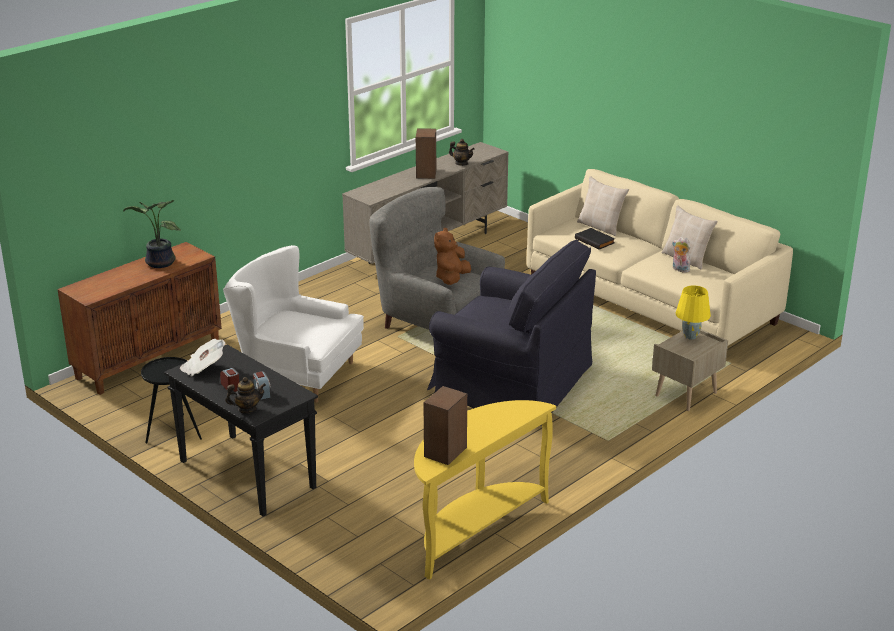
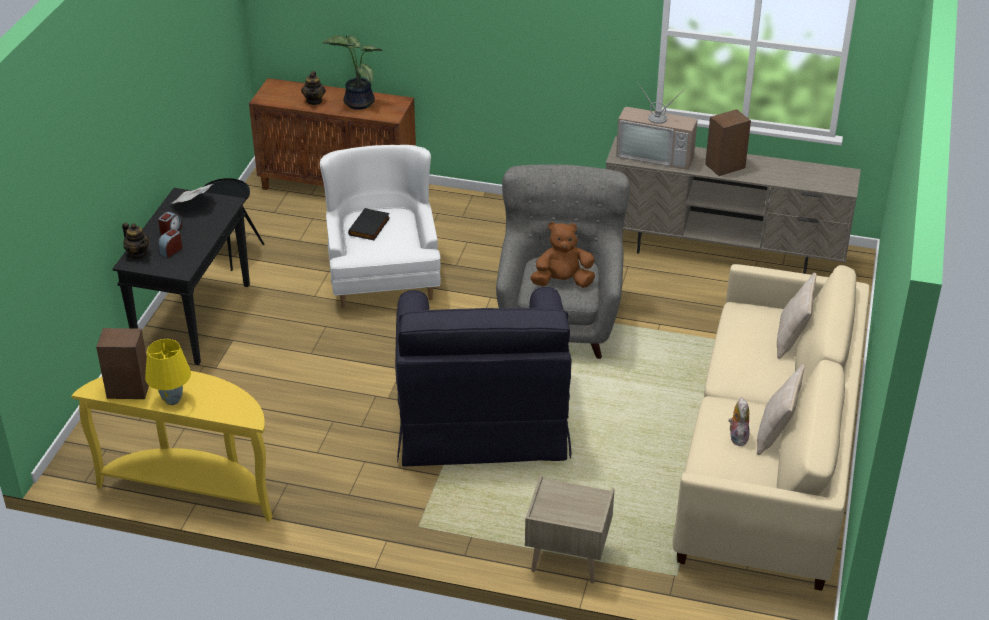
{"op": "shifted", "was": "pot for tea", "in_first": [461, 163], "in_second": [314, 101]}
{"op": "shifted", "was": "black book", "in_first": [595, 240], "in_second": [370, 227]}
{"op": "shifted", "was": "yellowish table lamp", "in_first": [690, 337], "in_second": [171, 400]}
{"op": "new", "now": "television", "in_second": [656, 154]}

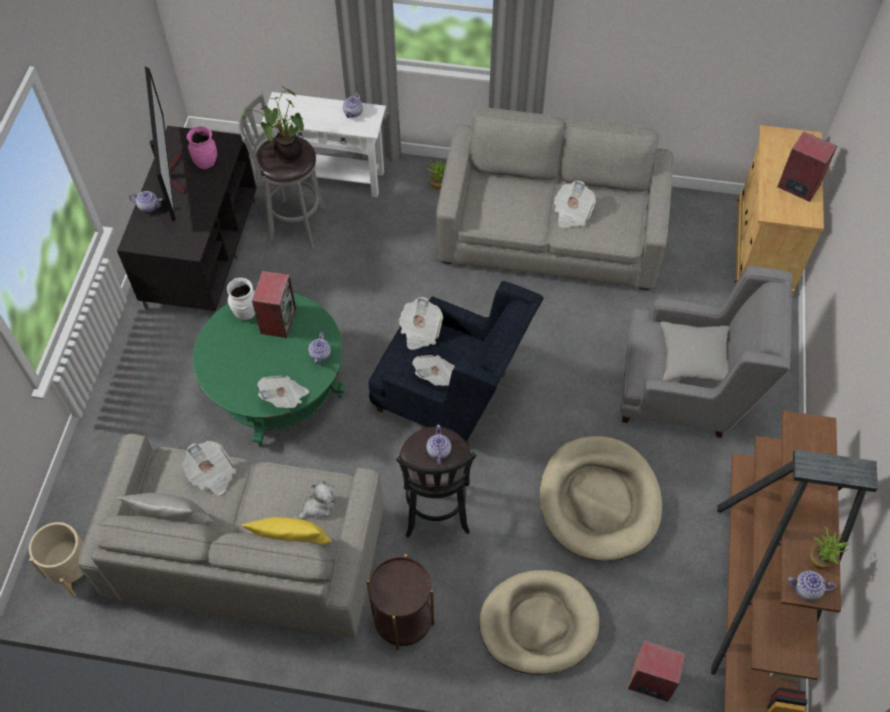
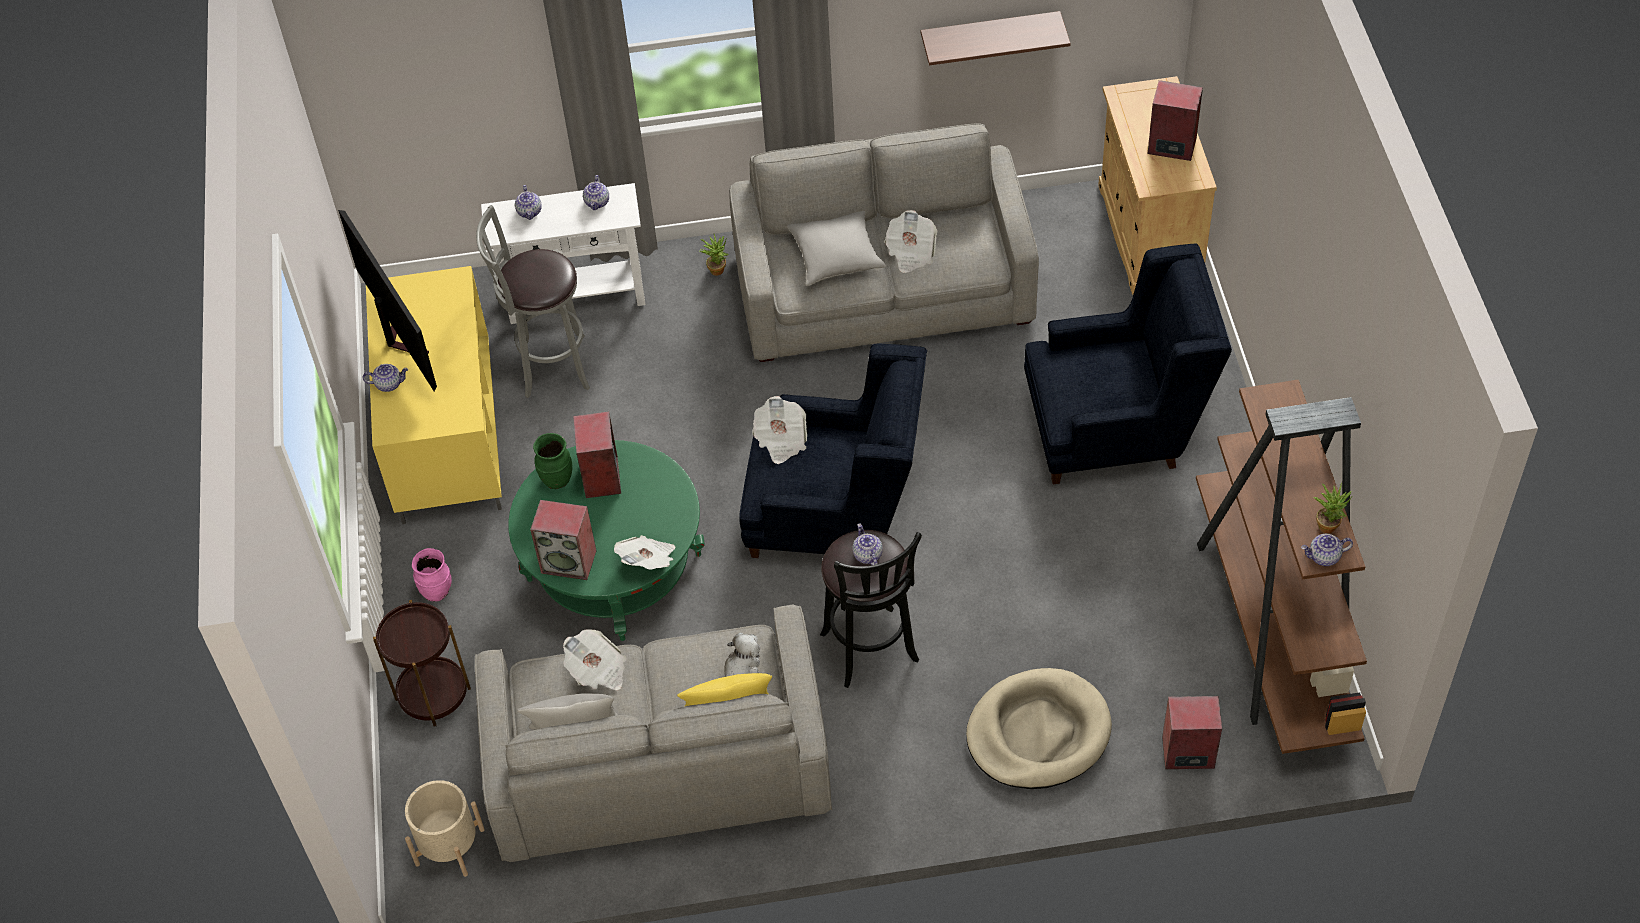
{"op": "repainted", "was": "black tv stand", "now": "yellowish tv stand", "in_first": [201, 252], "in_second": [445, 435]}
{"op": "shifted", "was": "pinkish flower vase", "in_first": [206, 162], "in_second": [437, 591]}
{"op": "repainted", "was": "whitish flower vase", "now": "green flower vase", "in_first": [246, 312], "in_second": [556, 479]}
{"op": "gone", "was": "houseplant", "in_first": [286, 154]}
{"op": "shifted", "was": "pot for tea", "in_first": [320, 354], "in_second": [530, 212]}
{"op": "shifted", "was": "brown-coloured accent table", "in_first": [403, 619], "in_second": [433, 694]}
{"op": "gone", "was": "daily paper", "in_first": [437, 376]}
{"op": "gone", "was": "beige dog cushion", "in_first": [599, 500]}
{"op": "repainted", "was": "gray armchair", "now": "blue armchair", "in_first": [687, 391], "in_second": [1117, 427]}
{"op": "shifted", "was": "gray throw pillow", "in_first": [694, 359], "in_second": [836, 256]}
{"op": "new", "now": "speaker", "in_second": [569, 561]}
{"op": "new", "now": "shelf", "in_second": [990, 36]}

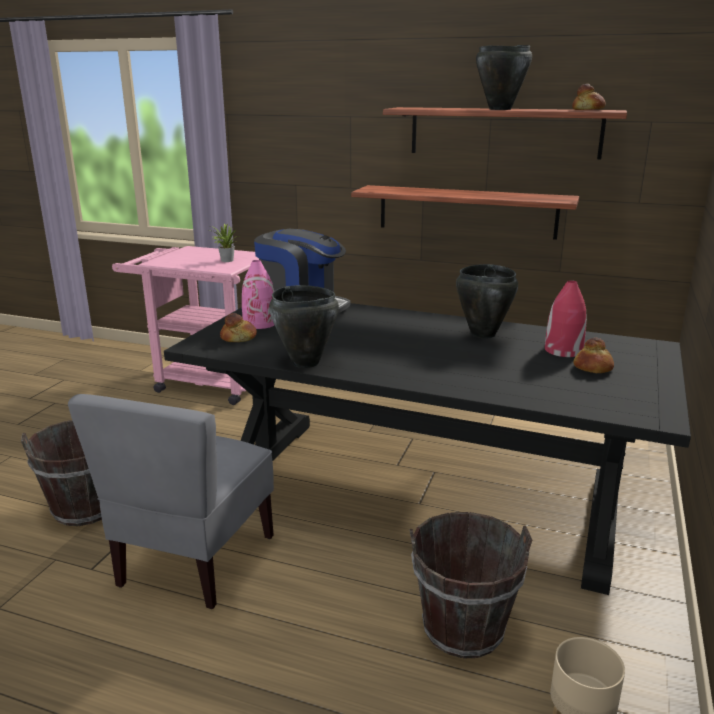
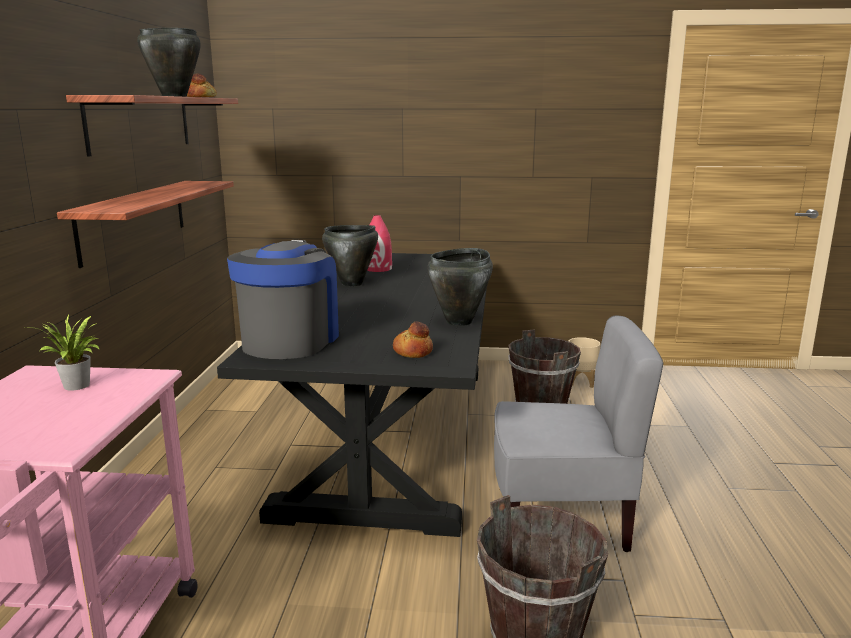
{"op": "gone", "was": "pinkish flower vase", "in_first": [260, 323]}
{"op": "gone", "was": "baked bread", "in_first": [592, 368]}

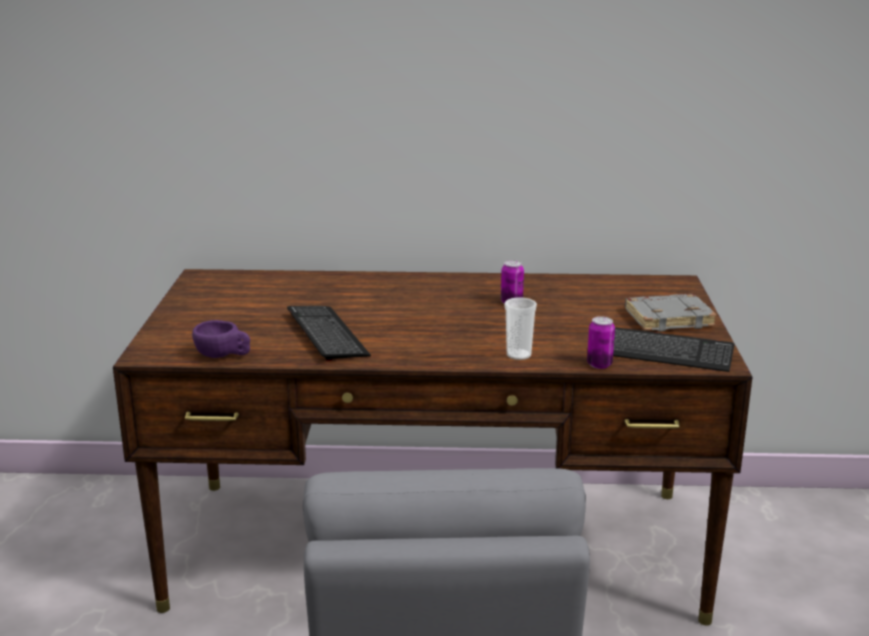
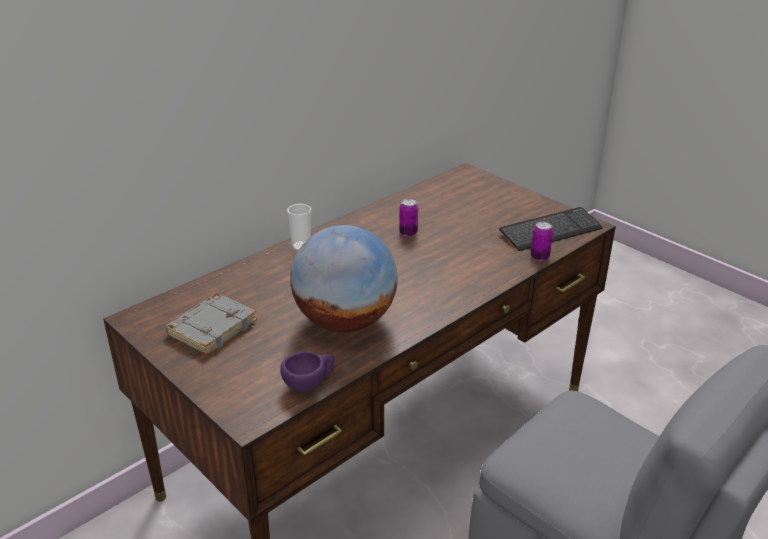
{"op": "swapped", "was": "computer keyboard", "now": "world globe", "in_first": [327, 334], "in_second": [345, 321]}
{"op": "shifted", "was": "small cup", "in_first": [518, 355], "in_second": [301, 246]}
{"op": "shifted", "was": "gray book", "in_first": [669, 318], "in_second": [212, 327]}

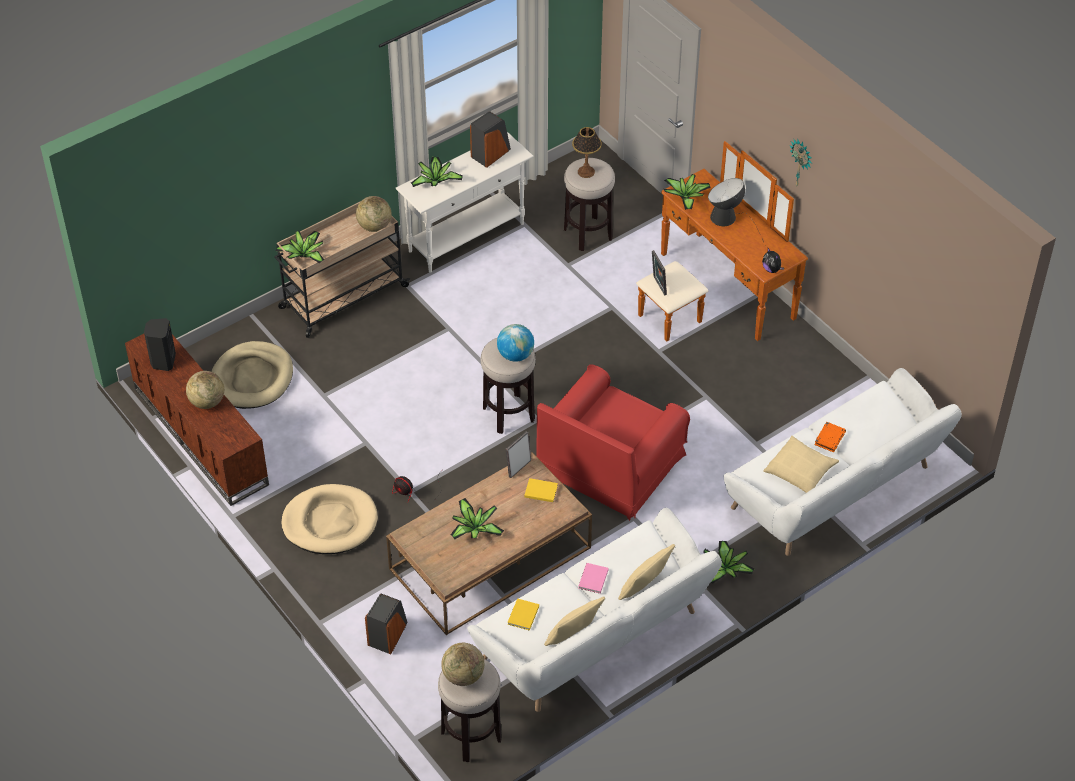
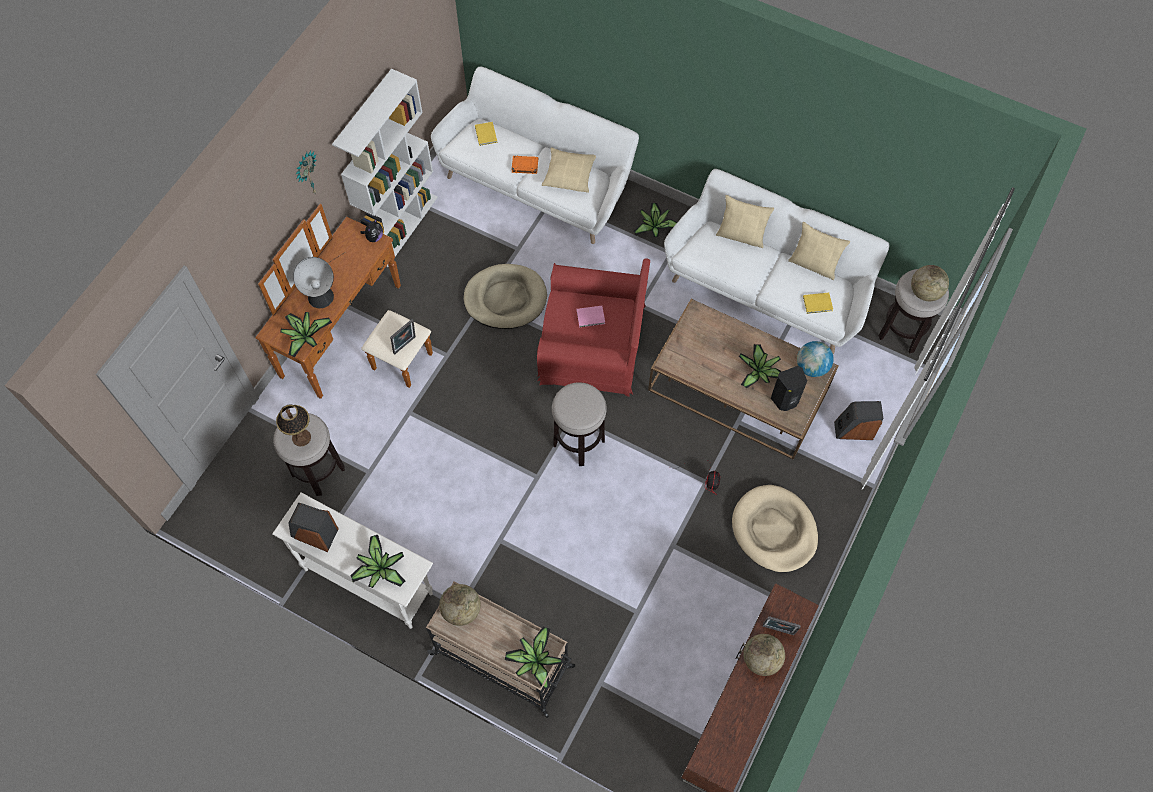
{"op": "shifted", "was": "black speaker", "in_first": [163, 361], "in_second": [785, 400]}
{"op": "shifted", "was": "beige dog cushion", "in_first": [252, 378], "in_second": [505, 298]}
{"op": "shifted", "was": "world globe", "in_first": [515, 355], "in_second": [811, 367]}
{"op": "shifted", "was": "standing frame", "in_first": [518, 467], "in_second": [777, 631]}
{"op": "shifted", "was": "yellowish book", "in_first": [540, 490], "in_second": [485, 135]}
{"op": "shifted", "was": "pinkish book", "in_first": [592, 579], "in_second": [591, 317]}
{"op": "new", "now": "whitish bookshelf", "in_second": [401, 226]}

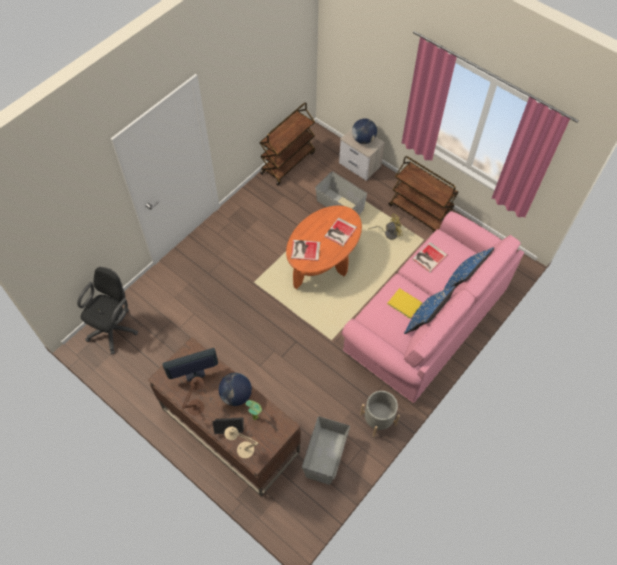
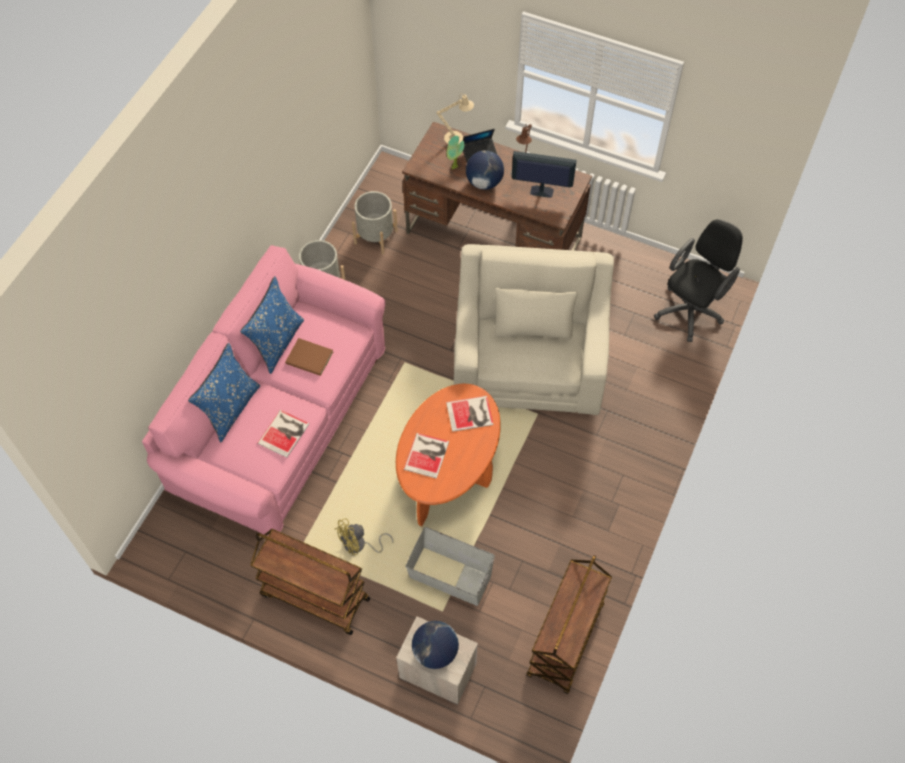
{"op": "rotated", "was": "black computer chair", "in_first": [114, 328], "in_second": [691, 309], "clockwise": -150}
{"op": "rotated", "was": "monitor", "in_first": [194, 374], "in_second": [541, 191], "clockwise": -135}
{"op": "swapped", "was": "gray storage container", "now": "gray planter", "in_first": [325, 455], "in_second": [376, 237]}
{"op": "repainted", "was": "yellowish book", "now": "brown-coloured book", "in_first": [404, 302], "in_second": [310, 359]}
{"op": "new", "now": "beige armchair", "in_second": [528, 359]}

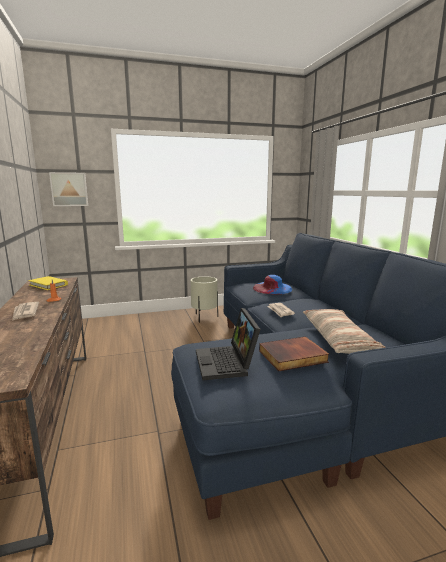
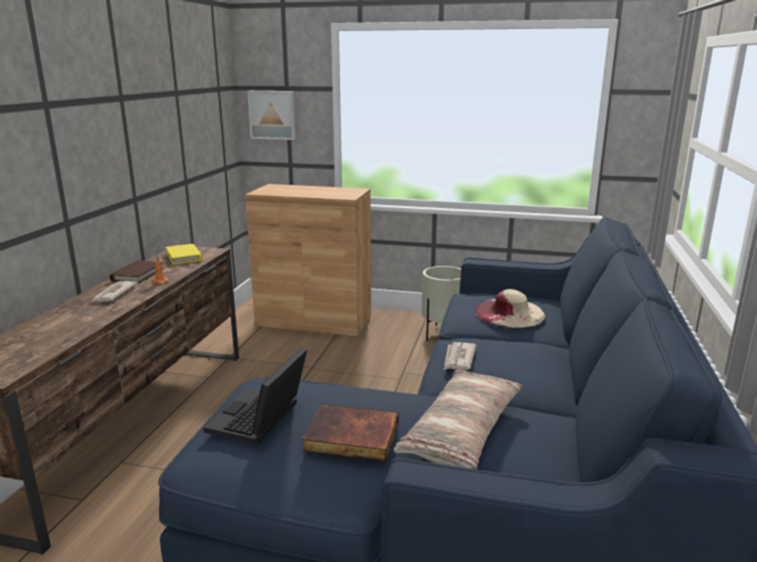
{"op": "repainted", "was": "blue clothing hat", "now": "beige clothing hat", "in_first": [272, 288], "in_second": [509, 313]}
{"op": "new", "now": "brown-coloured book", "in_second": [138, 274]}
{"op": "new", "now": "brown-coloured cabinet", "in_second": [314, 320]}

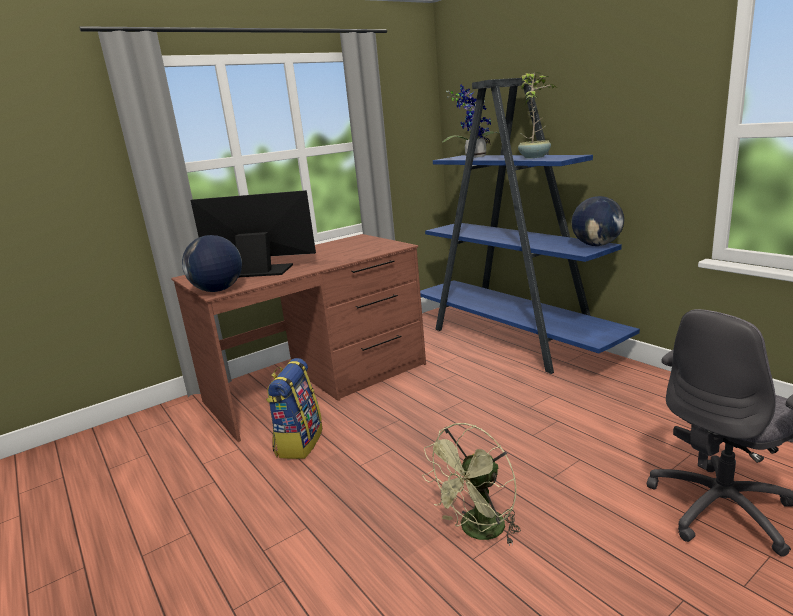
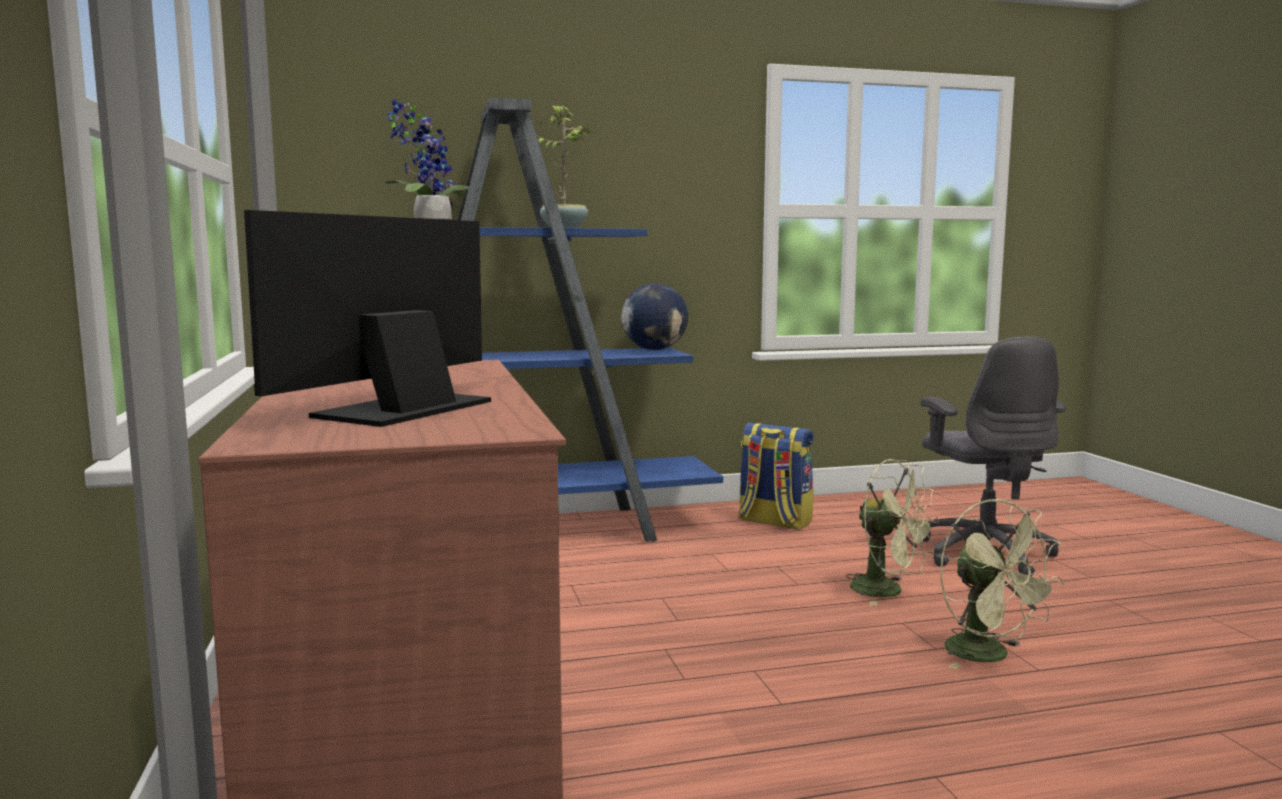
{"op": "gone", "was": "world globe", "in_first": [218, 290]}
{"op": "shifted", "was": "knapsack", "in_first": [298, 442], "in_second": [773, 522]}
{"op": "new", "now": "green fan", "in_second": [888, 591]}

